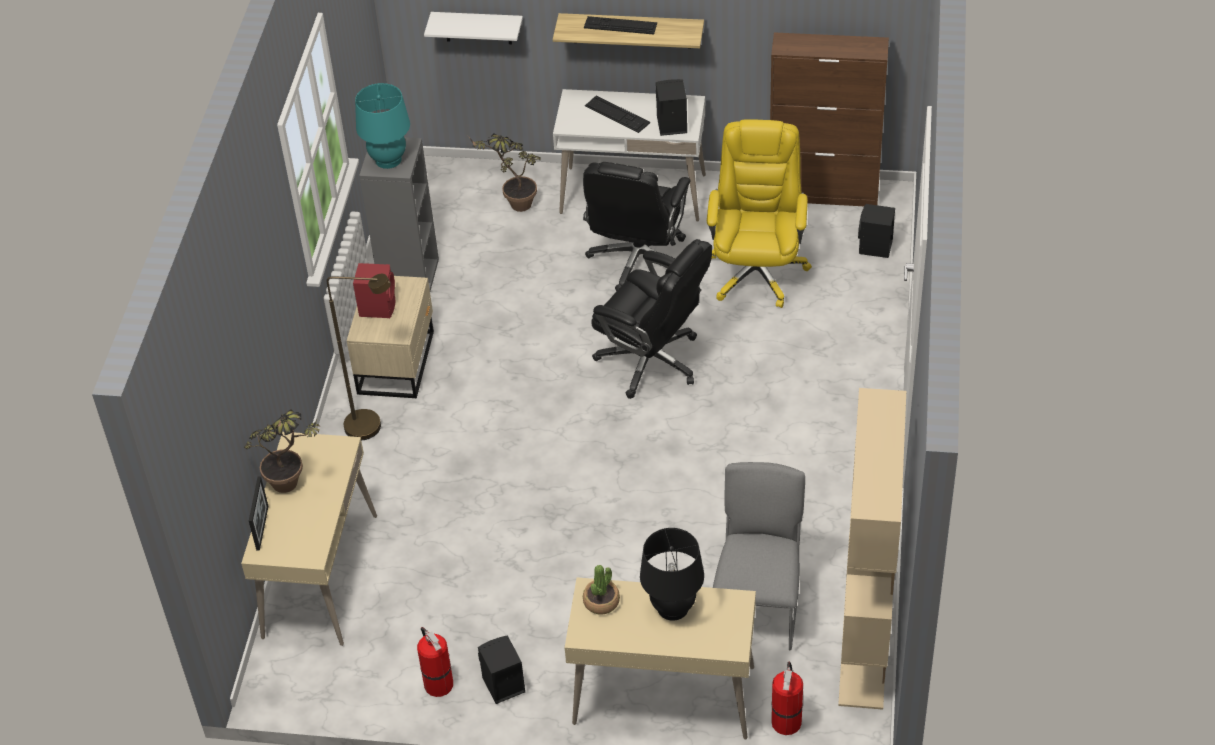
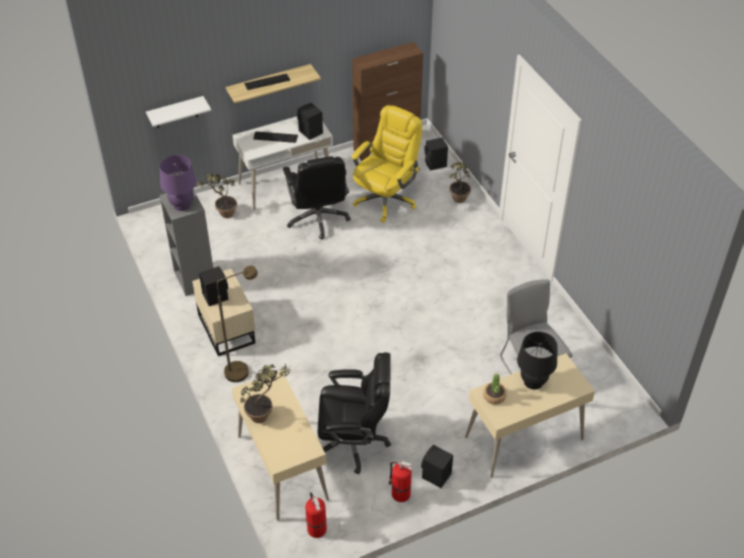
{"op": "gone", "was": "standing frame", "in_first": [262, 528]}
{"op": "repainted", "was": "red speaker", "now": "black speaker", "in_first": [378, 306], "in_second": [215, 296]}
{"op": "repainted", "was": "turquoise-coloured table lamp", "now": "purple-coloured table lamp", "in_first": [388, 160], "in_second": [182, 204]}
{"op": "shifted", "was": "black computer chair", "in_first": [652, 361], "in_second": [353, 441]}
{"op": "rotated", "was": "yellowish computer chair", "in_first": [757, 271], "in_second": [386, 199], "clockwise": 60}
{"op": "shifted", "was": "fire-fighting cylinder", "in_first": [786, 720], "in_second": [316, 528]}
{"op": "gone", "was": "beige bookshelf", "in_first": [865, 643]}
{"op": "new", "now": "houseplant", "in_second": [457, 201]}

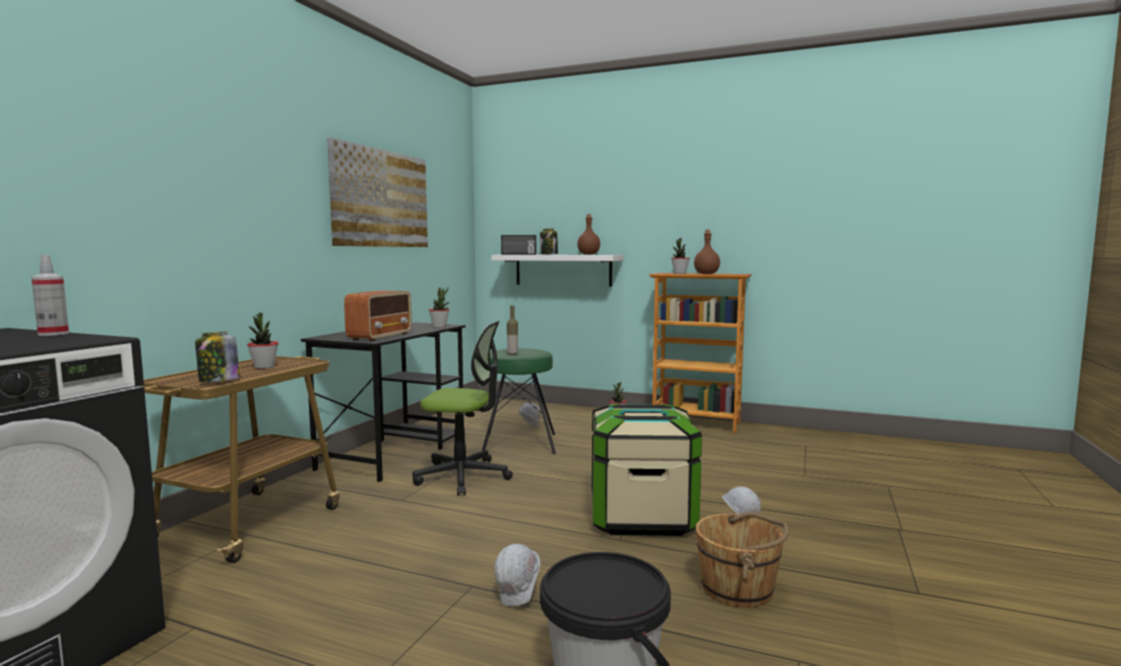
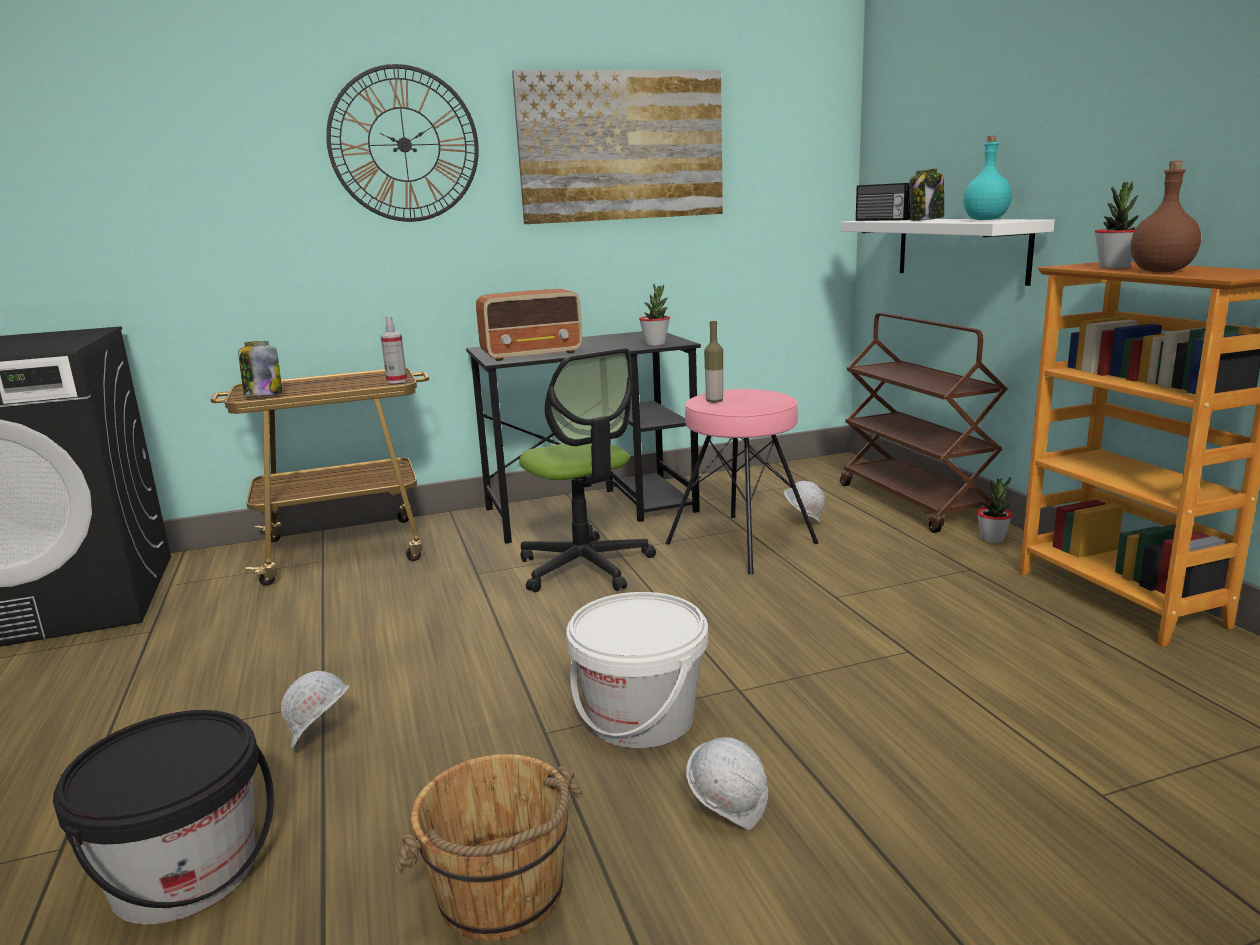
{"op": "shifted", "was": "sprayer", "in_first": [53, 334], "in_second": [396, 381]}
{"op": "gone", "was": "houseplant", "in_first": [264, 367]}
{"op": "repainted", "was": "green sitting stool", "now": "pinkish sitting stool", "in_first": [519, 443], "in_second": [741, 542]}
{"op": "repainted", "was": "brown-coloured bottle", "now": "turquoise-coloured bottle", "in_first": [588, 254], "in_second": [986, 219]}
{"op": "swapped", "was": "storage container", "now": "whitish pail", "in_first": [642, 517], "in_second": [641, 718]}
{"op": "new", "now": "clock on the wall", "in_second": [404, 144]}
{"op": "new", "now": "brown-coloured cart", "in_second": [915, 503]}

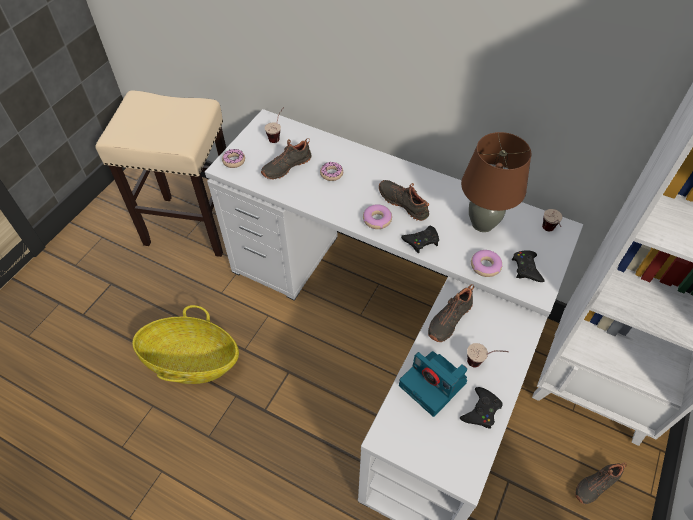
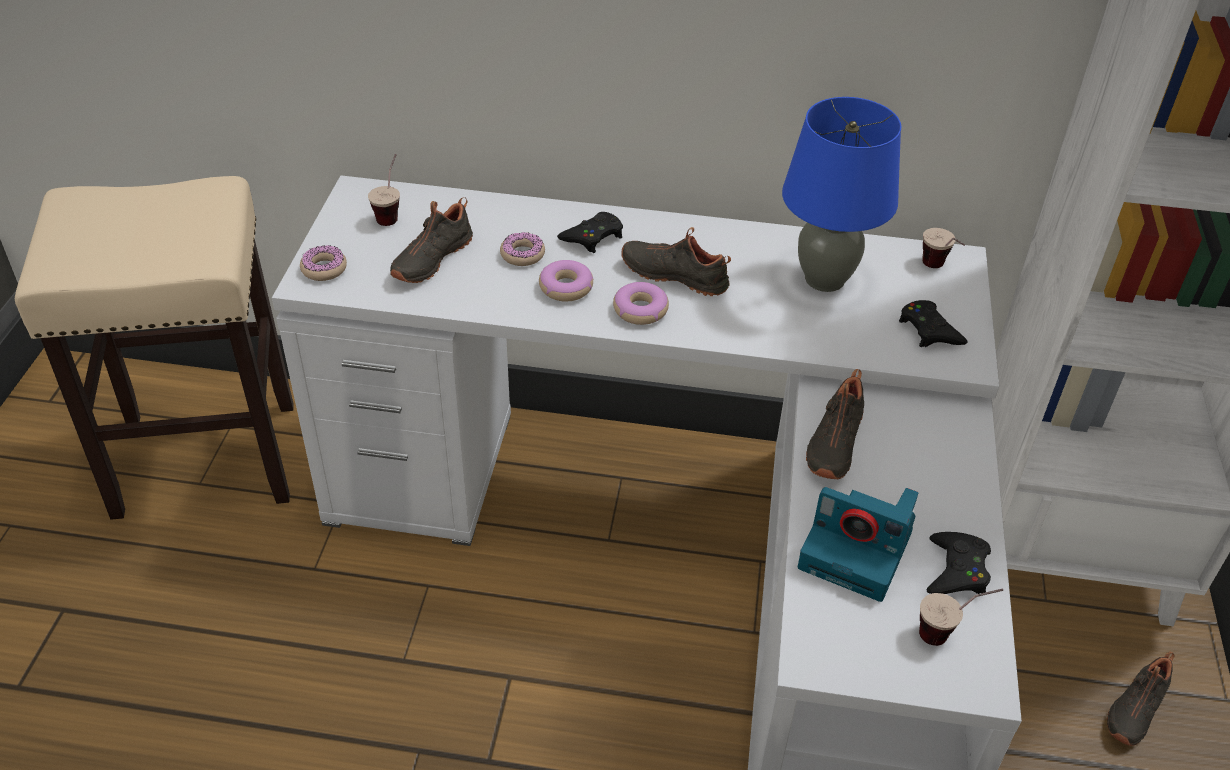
{"op": "gone", "was": "household basket", "in_first": [192, 361]}
{"op": "shifted", "was": "black joypad", "in_first": [421, 241], "in_second": [593, 237]}
{"op": "repainted", "was": "brown-coloured table lamp", "now": "blue table lamp", "in_first": [482, 223], "in_second": [825, 279]}
{"op": "shifted", "was": "small cup", "in_first": [482, 363], "in_second": [949, 633]}
{"op": "shifted", "was": "ring doughnut", "in_first": [485, 266], "in_second": [566, 287]}

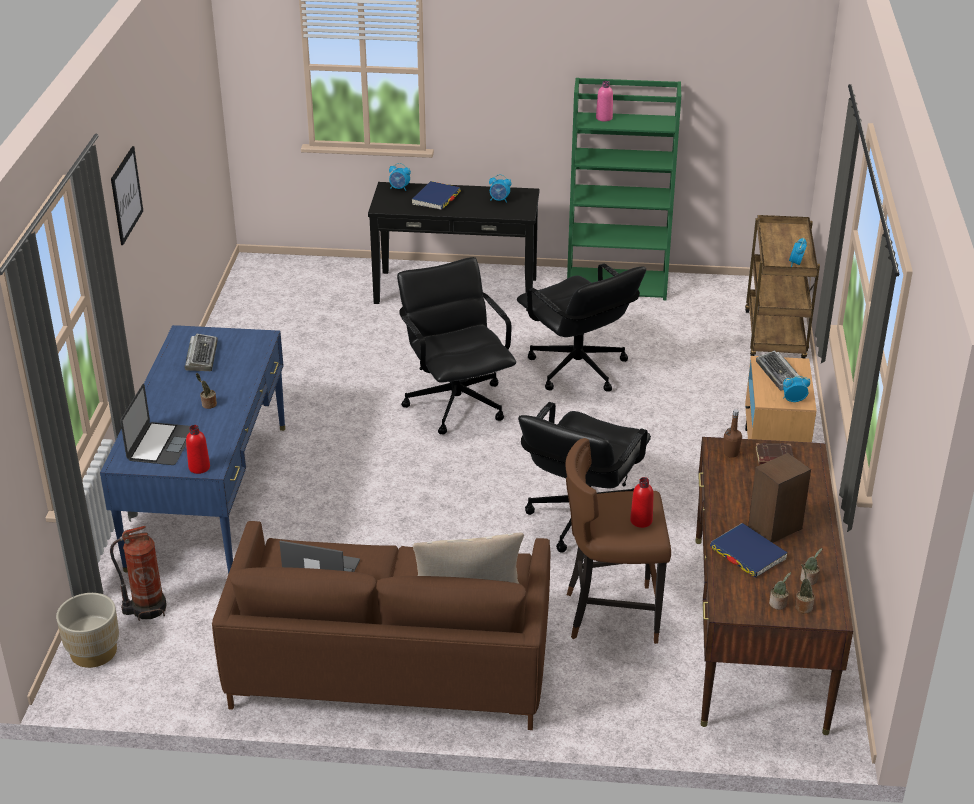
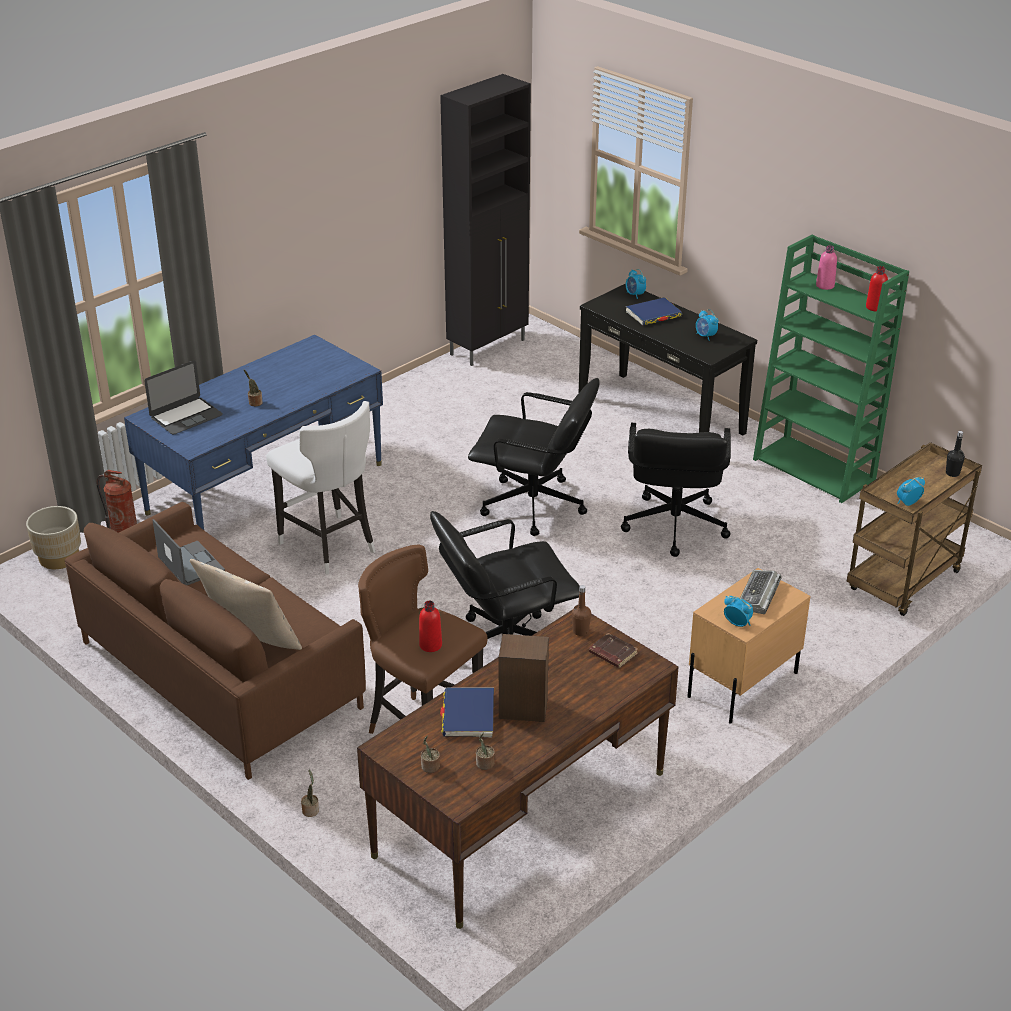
{"op": "gone", "was": "wall picture", "in_first": [126, 195]}
{"op": "gone", "was": "computer keyboard", "in_first": [201, 356]}
{"op": "shifted", "was": "red bottle", "in_first": [199, 467], "in_second": [875, 307]}
{"op": "rotated", "was": "black computer chair", "in_first": [456, 403], "in_second": [534, 506], "clockwise": 90}
{"op": "shifted", "was": "houseplant", "in_first": [802, 606], "in_second": [311, 810]}
{"op": "new", "now": "whitish sitting stool", "in_second": [329, 546]}
{"op": "new", "now": "black cabinet", "in_second": [489, 347]}
{"op": "new", "now": "black bottle", "in_second": [952, 473]}

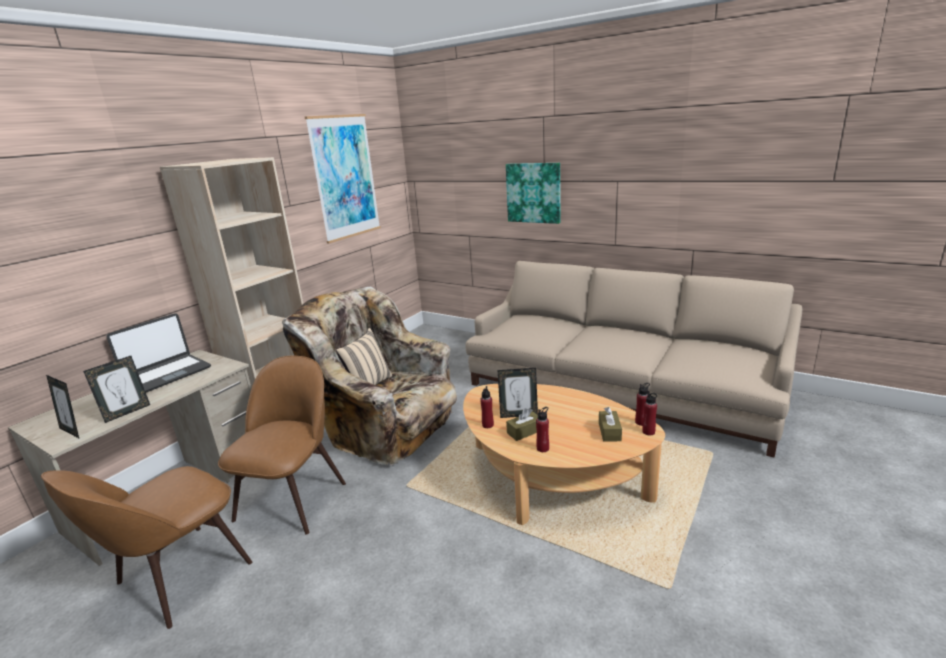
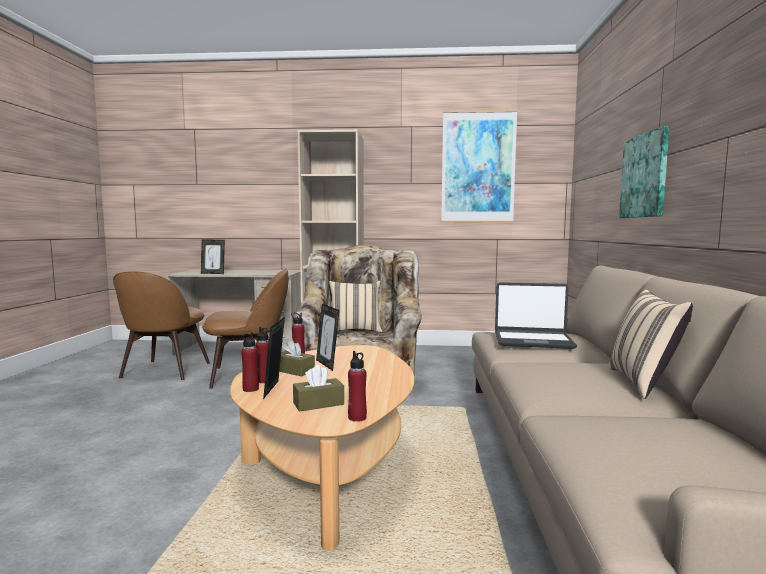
{"op": "rotated", "was": "brown-coloured upright chair", "in_first": [179, 576], "in_second": [164, 371], "clockwise": -90}
{"op": "shifted", "was": "standing frame", "in_first": [73, 431], "in_second": [275, 390]}
{"op": "shifted", "was": "notebook computer", "in_first": [167, 374], "in_second": [533, 341]}
{"op": "shifted", "was": "red bottle", "in_first": [648, 432], "in_second": [250, 389]}
{"op": "new", "now": "beige throw pillow", "in_second": [644, 383]}

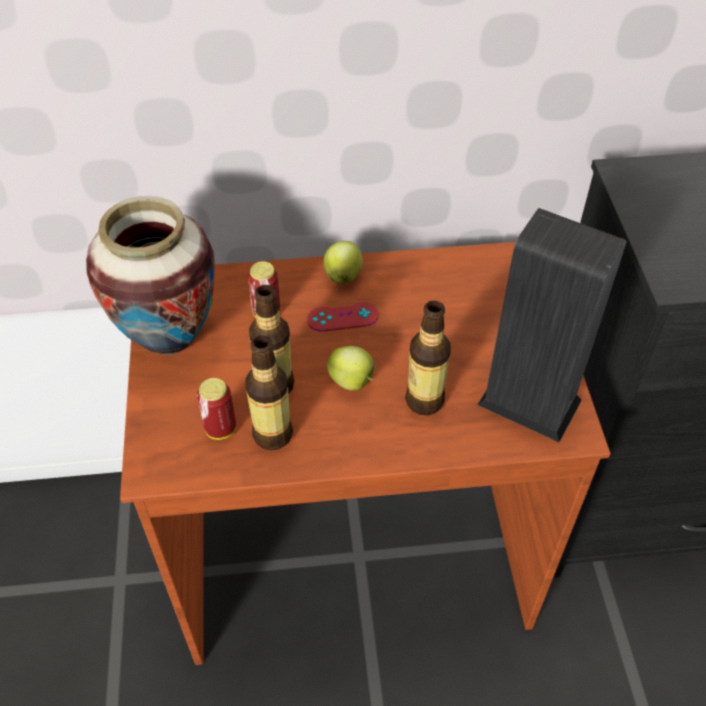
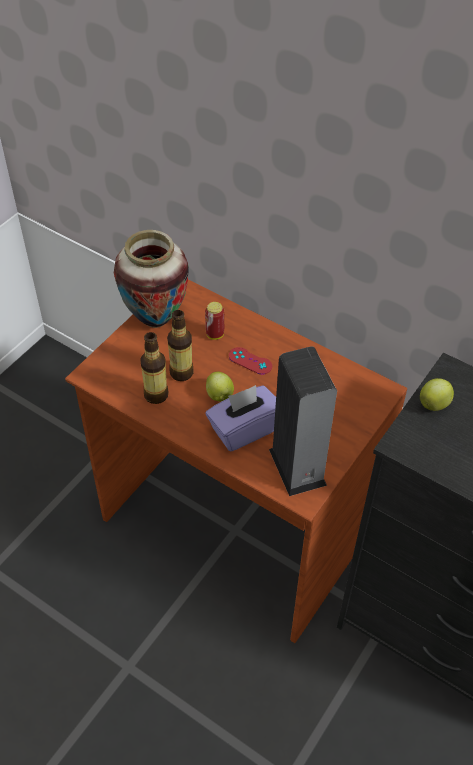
{"op": "gone", "was": "sealed can", "in_first": [220, 429]}
{"op": "shifted", "was": "apple", "in_first": [343, 275], "in_second": [434, 404]}
{"op": "swapped", "was": "bottle", "now": "purple-coloured tissue box", "in_first": [424, 401], "in_second": [244, 429]}

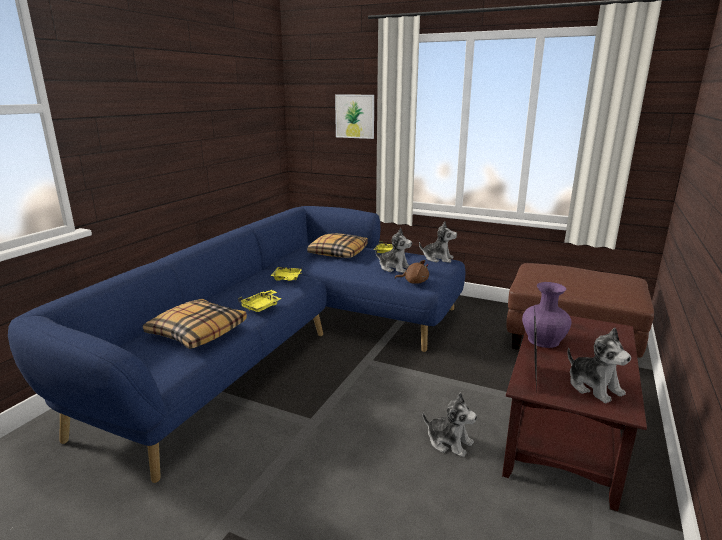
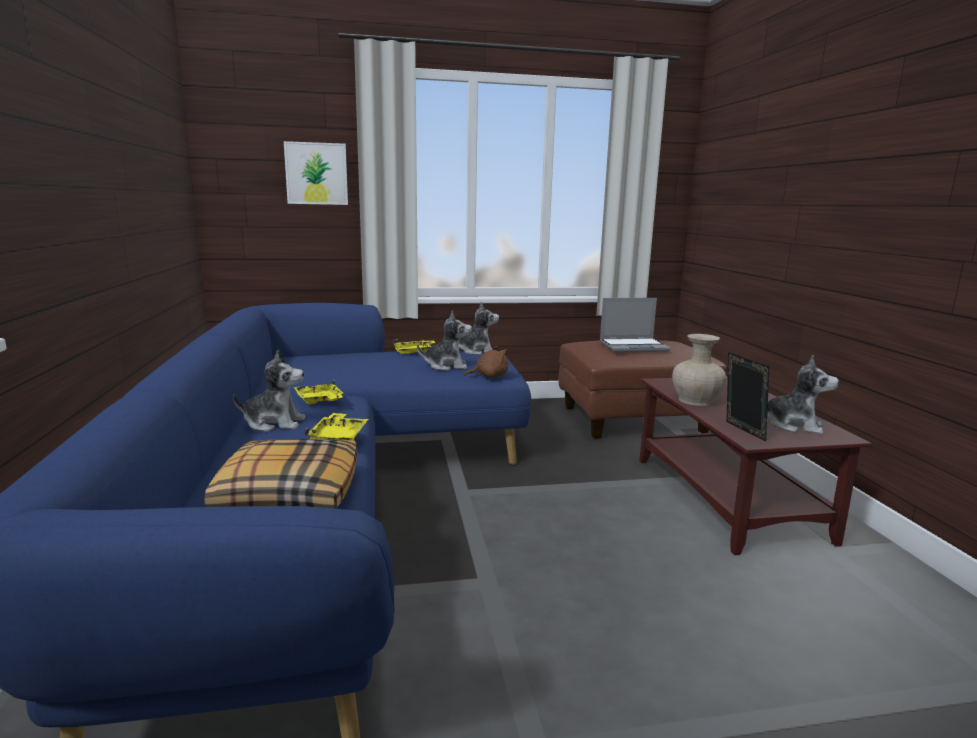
{"op": "gone", "was": "throw pillow", "in_first": [338, 253]}
{"op": "shifted", "was": "soft toy", "in_first": [449, 442], "in_second": [274, 423]}
{"op": "repainted", "was": "purple-coloured flower vase", "now": "beige flower vase", "in_first": [543, 340], "in_second": [695, 400]}
{"op": "new", "now": "notebook computer", "in_second": [634, 346]}

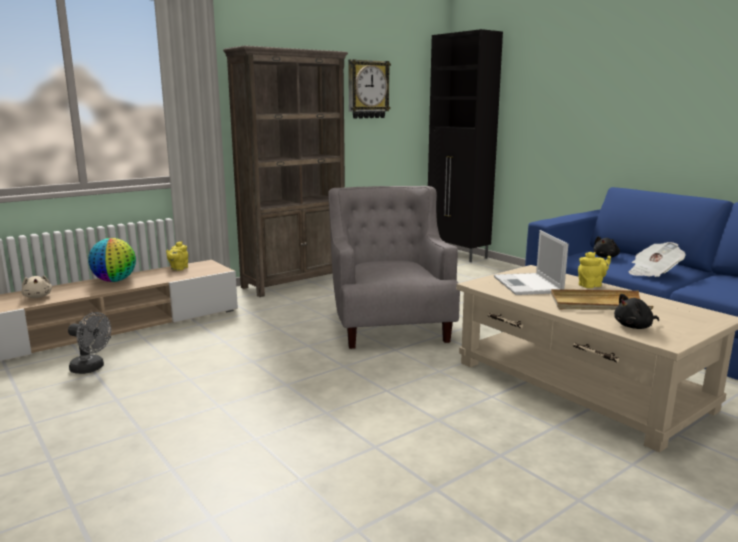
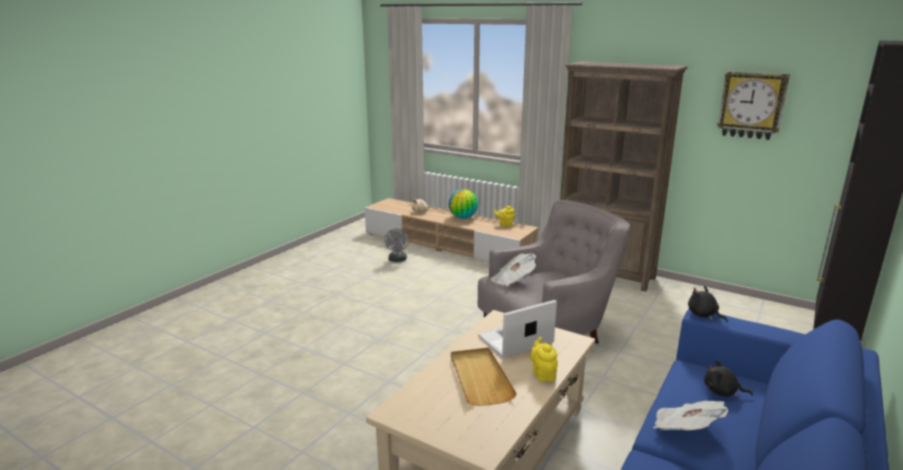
{"op": "rotated", "was": "yellowish pot for tea", "in_first": [591, 285], "in_second": [543, 374], "clockwise": -150}
{"op": "shifted", "was": "black soft toy", "in_first": [634, 327], "in_second": [703, 315]}
{"op": "new", "now": "daily paper", "in_second": [513, 280]}

